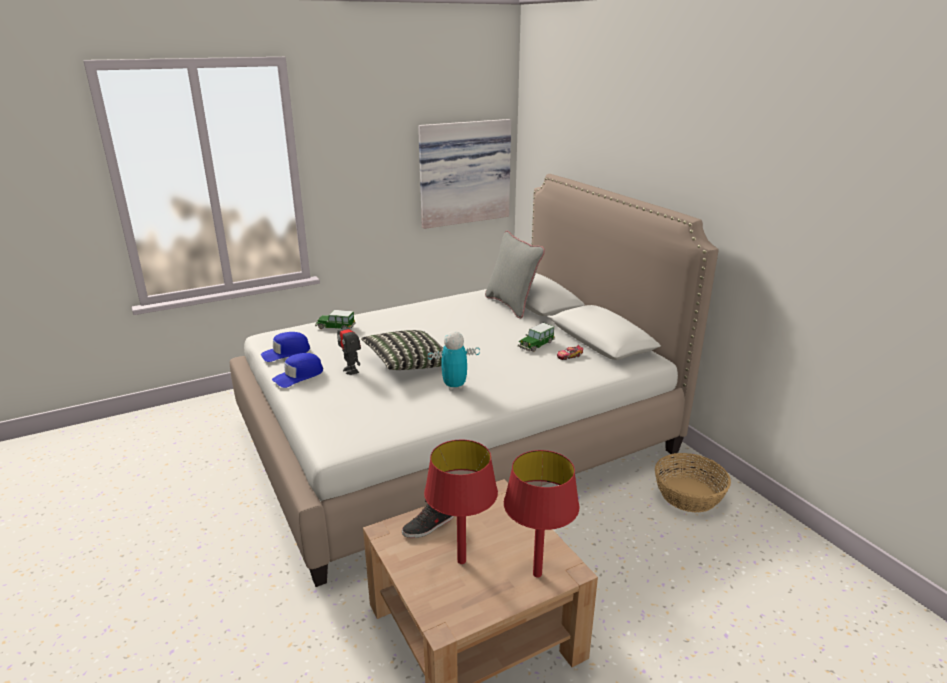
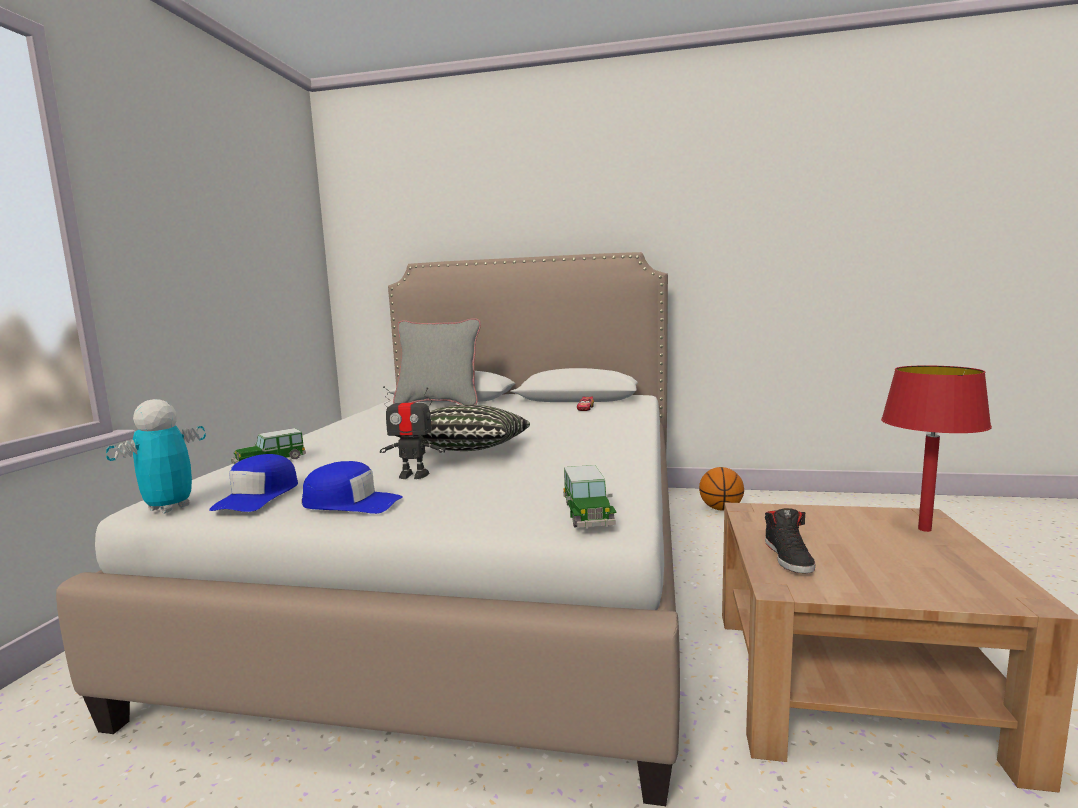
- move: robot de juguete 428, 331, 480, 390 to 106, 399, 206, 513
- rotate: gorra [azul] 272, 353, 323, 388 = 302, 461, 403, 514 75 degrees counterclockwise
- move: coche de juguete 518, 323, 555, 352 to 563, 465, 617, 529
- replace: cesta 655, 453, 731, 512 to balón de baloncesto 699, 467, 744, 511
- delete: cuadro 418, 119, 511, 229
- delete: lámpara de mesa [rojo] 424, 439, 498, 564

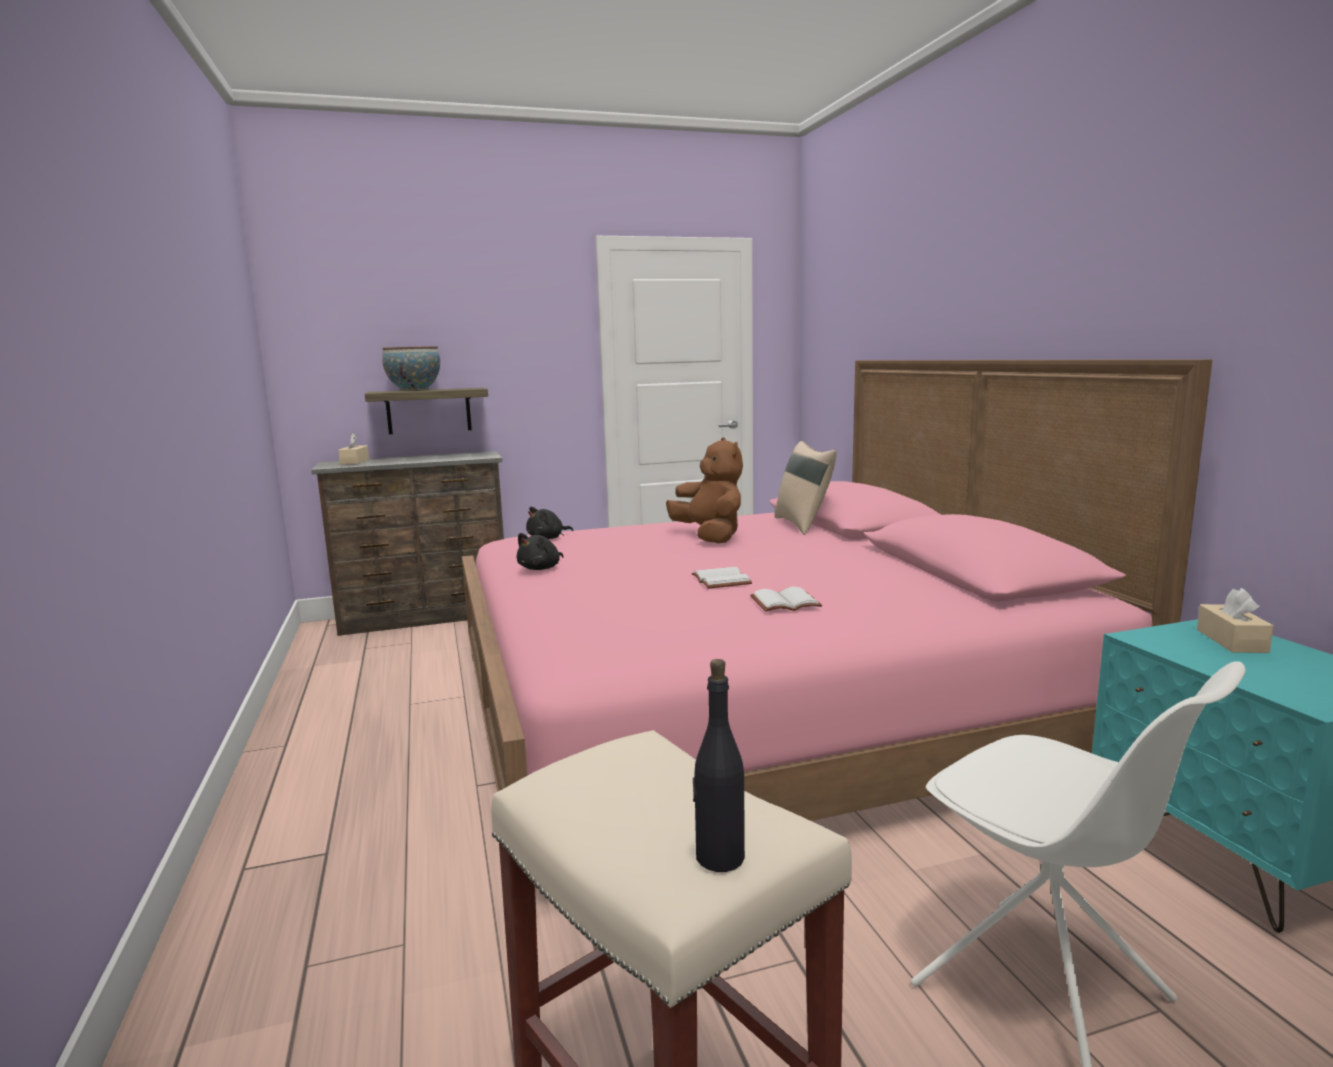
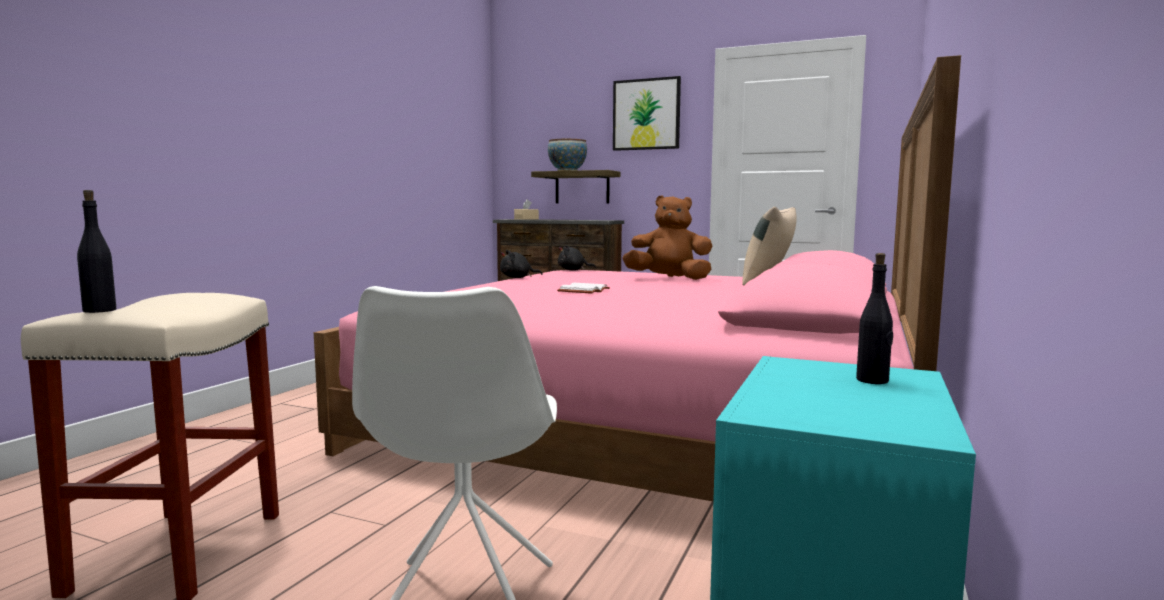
- insert: cuadro 613, 76, 681, 151
- rotate: peluche [marrón] 666, 437, 743, 543 = 622, 195, 712, 280 90 degrees counterclockwise
- replace: caja de pañuelos [beis] 1197, 588, 1274, 653 to botella [negro] 856, 253, 893, 384
- delete: libro [blanco] 750, 587, 822, 612

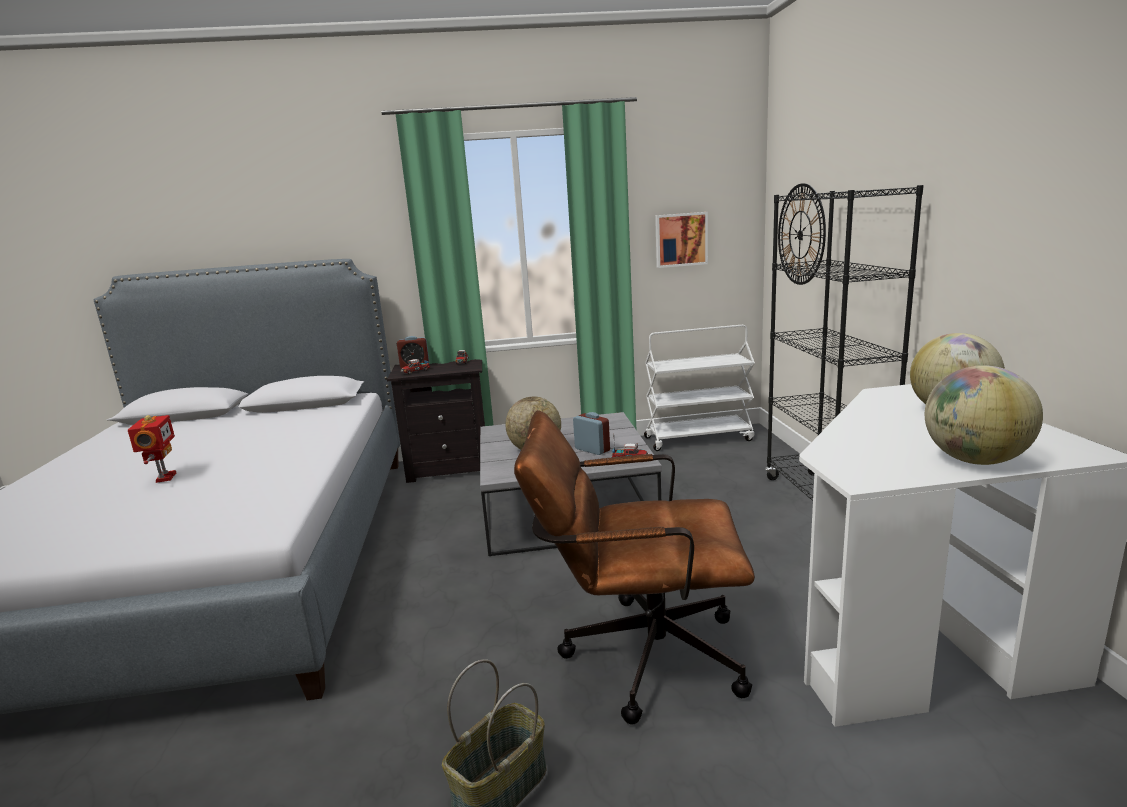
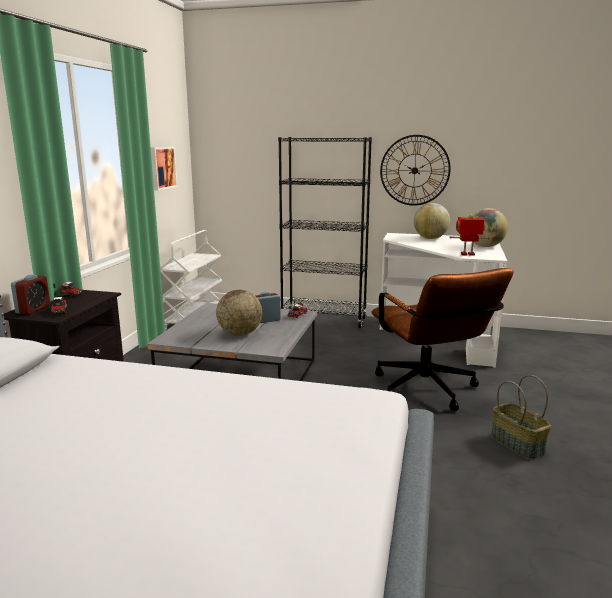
- rotate: silla de oficina [marrón] 514, 410, 755, 724 = 372, 268, 514, 411 45 degrees counterclockwise
- move: reloj de pared 778, 183, 826, 285 to 380, 135, 451, 206
- move: robot de juguete 128, 415, 176, 483 to 449, 214, 490, 256

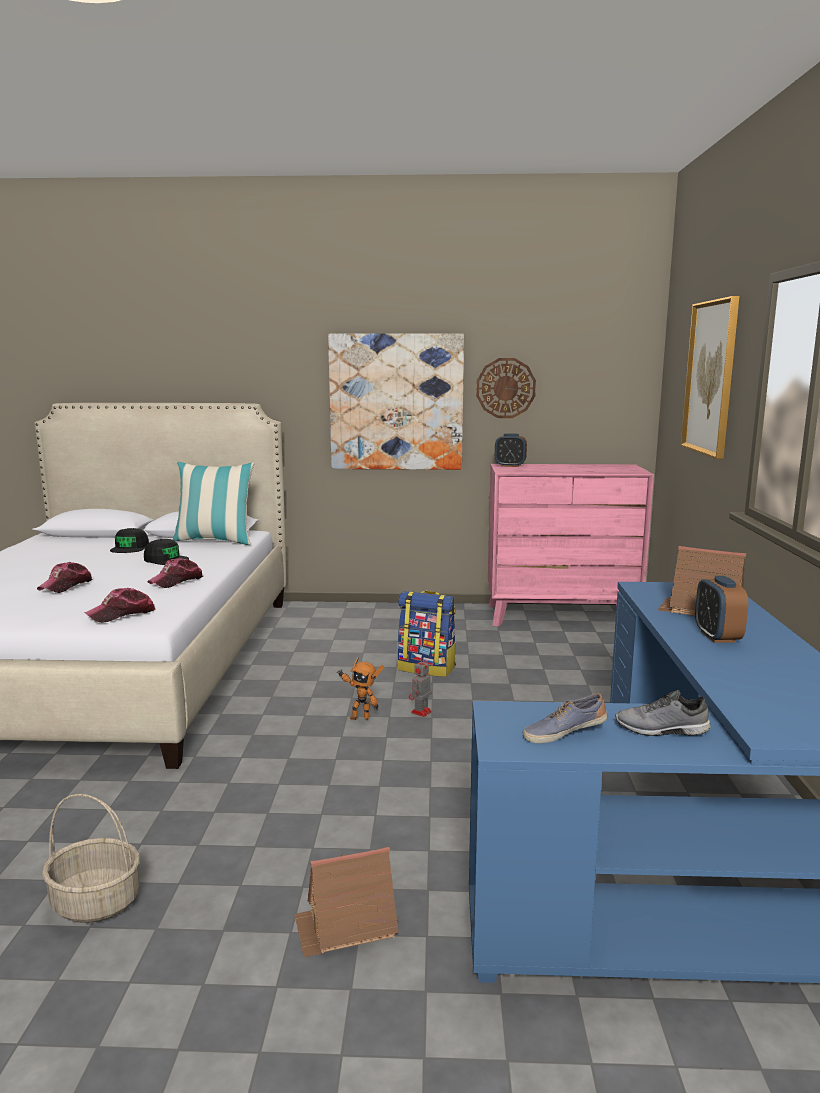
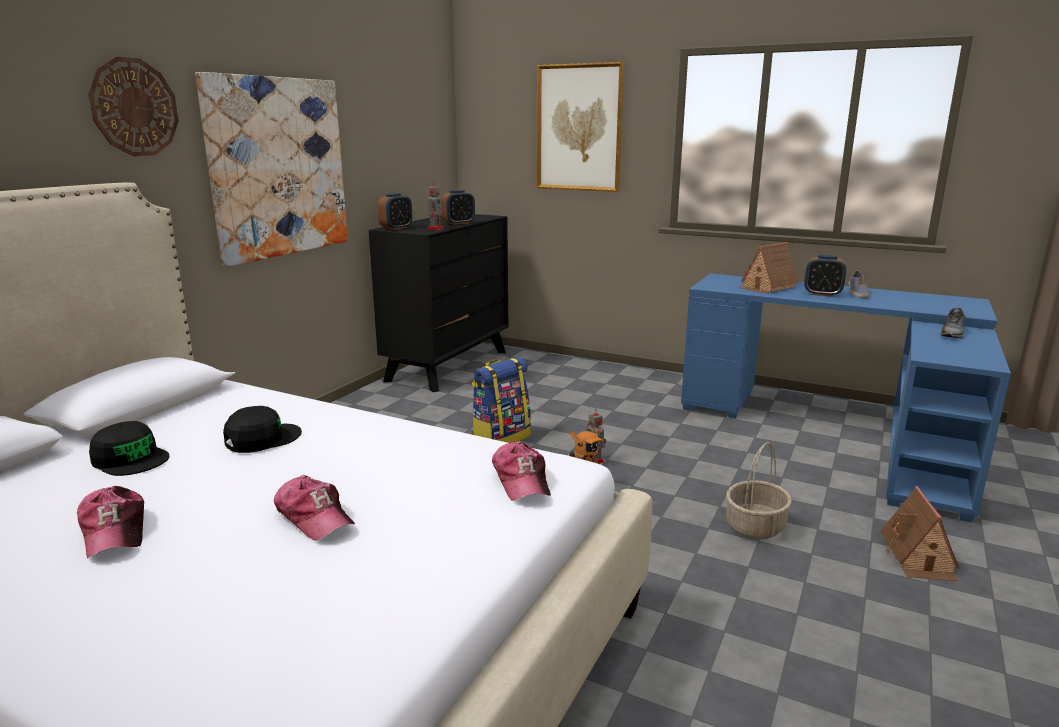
- move: gorra 147, 558, 204, 588 to 77, 486, 144, 558
- move: reloj de pared 476, 358, 536, 418 to 88, 57, 179, 156
- recolor: cómoda [rosa] 488, 464, 654, 626 to cómoda [negro] 369, 214, 508, 392
- insert: robot de juguete 427, 184, 444, 230
- insert: despertador 441, 190, 475, 225
- move: cesta 42, 794, 140, 923 to 726, 442, 792, 540
- move: zapato 523, 693, 607, 743 to 849, 271, 869, 298
- delete: cojín 173, 462, 254, 545

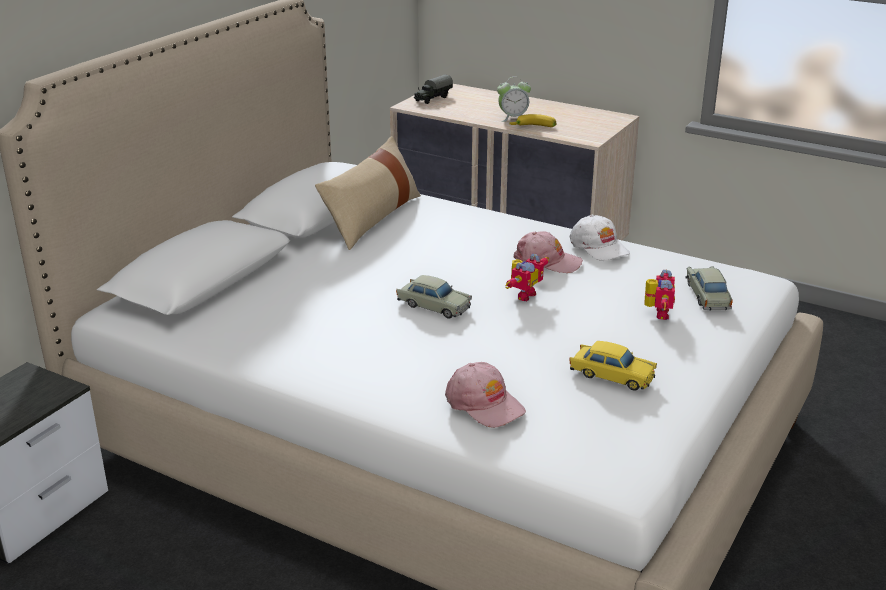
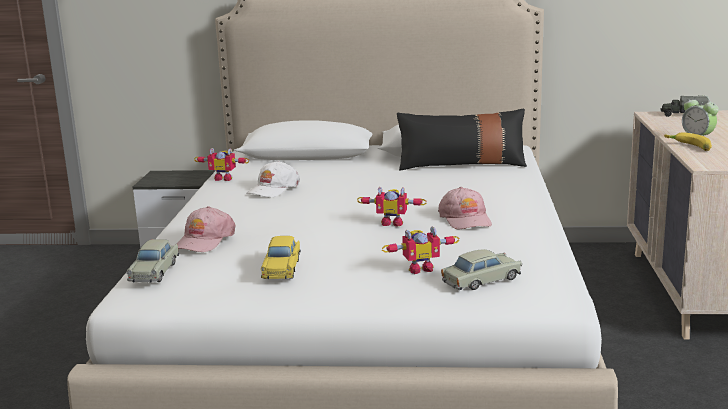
- move: coche de juguete [beis] 396, 275, 472, 319 to 126, 239, 179, 283
- insert: robot de juguete 194, 148, 250, 181
- move: gorra [blanco] 570, 215, 630, 261 to 246, 161, 300, 198
- recolor: cojín [beis] 315, 136, 421, 250 to cojín [negro] 397, 109, 527, 171

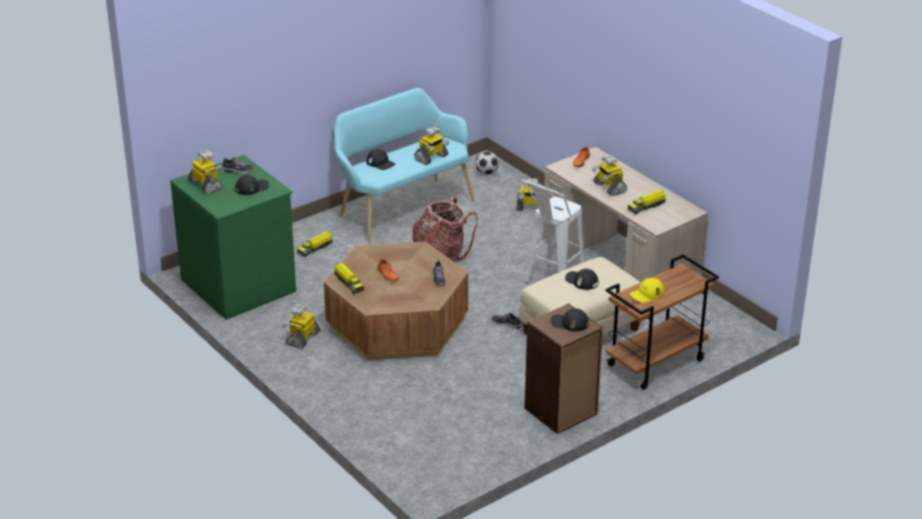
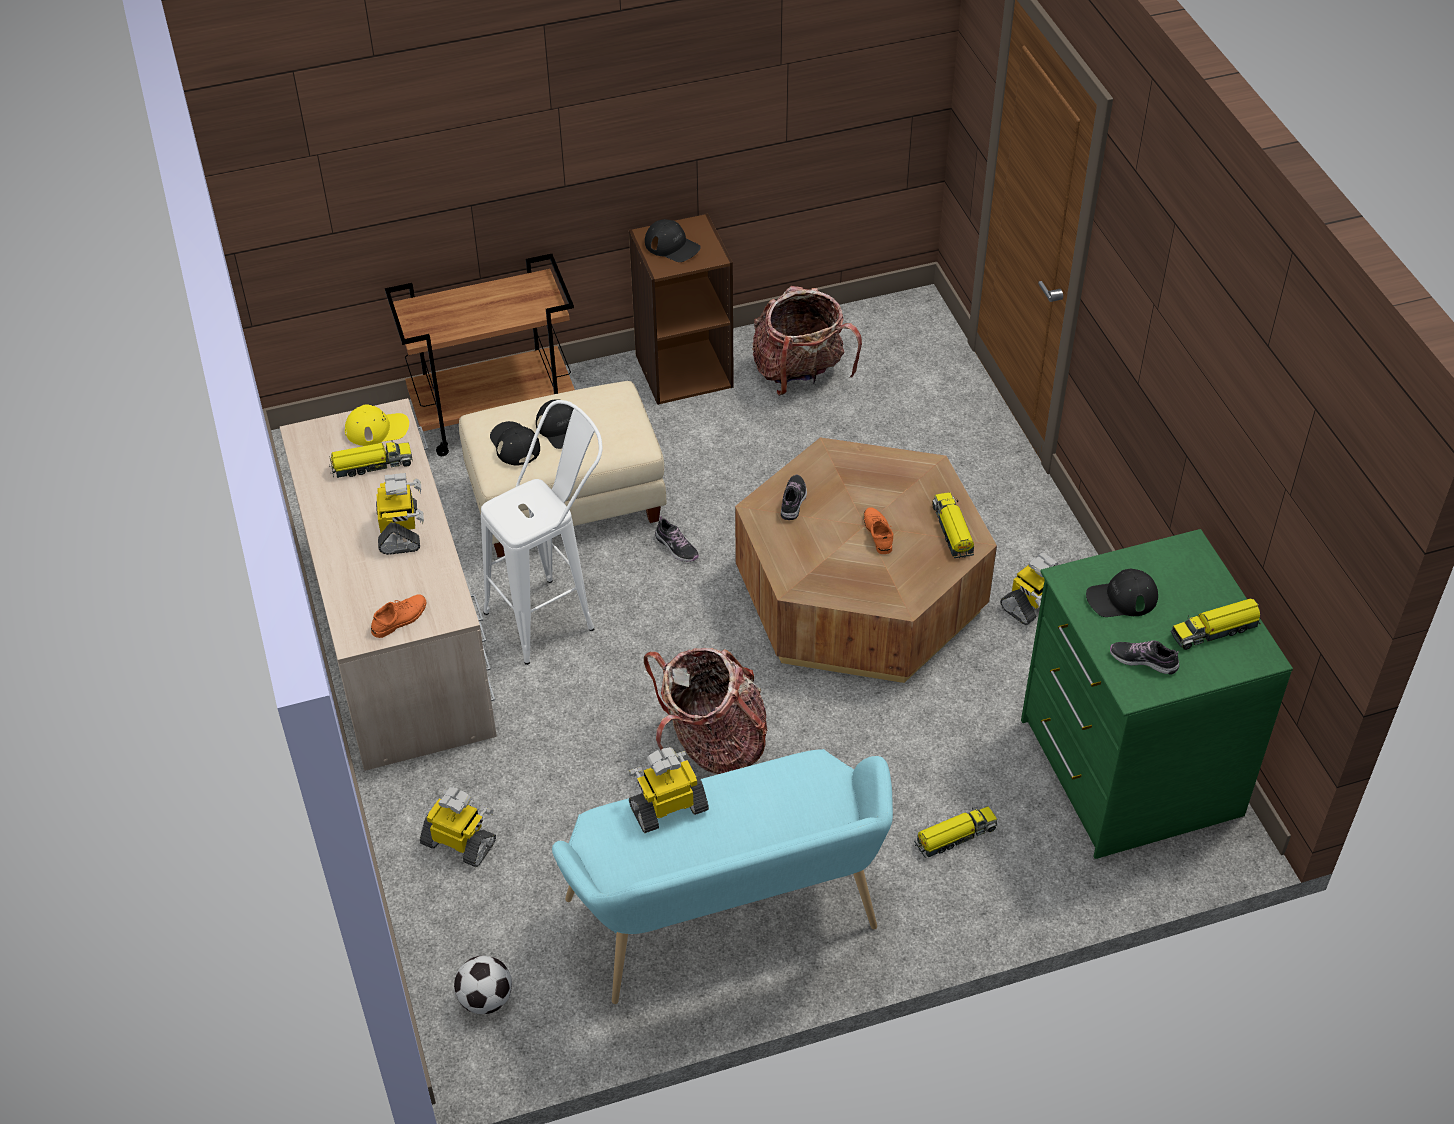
- move: gorra [amarillo] 630, 278, 665, 303 to 345, 404, 409, 446
- move: gorra [negro] 366, 149, 395, 170 to 490, 421, 540, 466
- insert: mochila 752, 286, 862, 396
- replace: robot de juguete 188, 150, 224, 194 to camión de juguete 1171, 599, 1261, 650

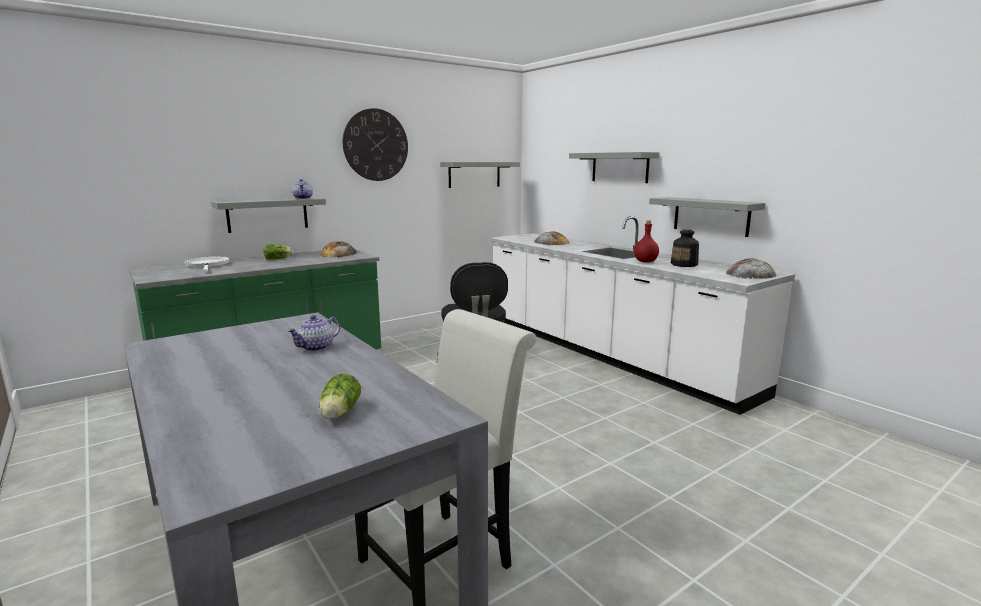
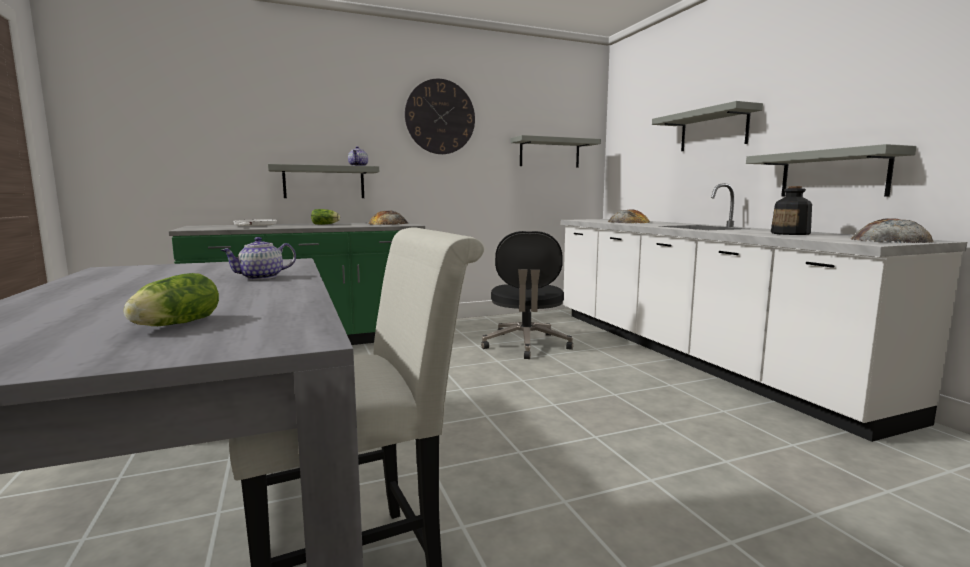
- delete: botella [rojo] 634, 220, 659, 263

